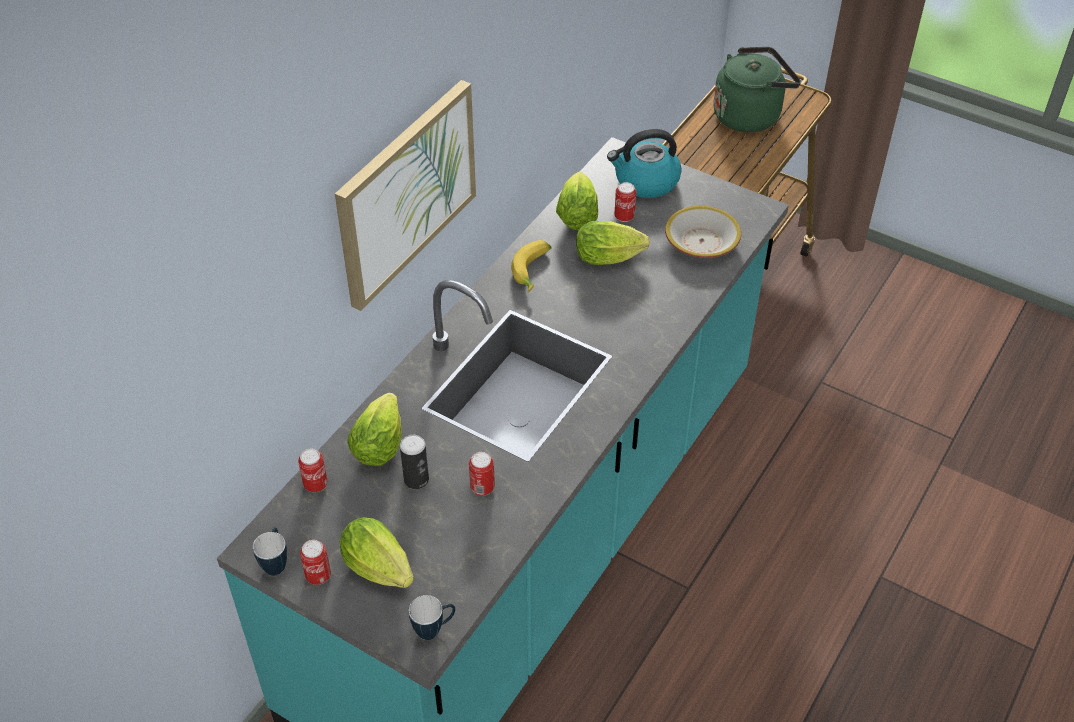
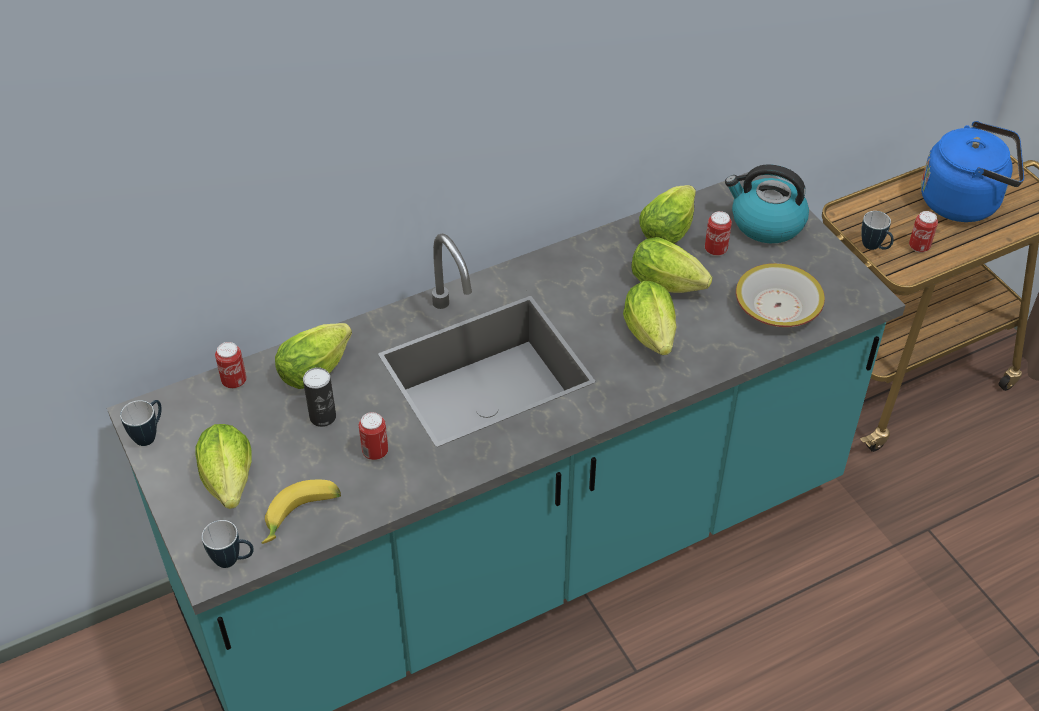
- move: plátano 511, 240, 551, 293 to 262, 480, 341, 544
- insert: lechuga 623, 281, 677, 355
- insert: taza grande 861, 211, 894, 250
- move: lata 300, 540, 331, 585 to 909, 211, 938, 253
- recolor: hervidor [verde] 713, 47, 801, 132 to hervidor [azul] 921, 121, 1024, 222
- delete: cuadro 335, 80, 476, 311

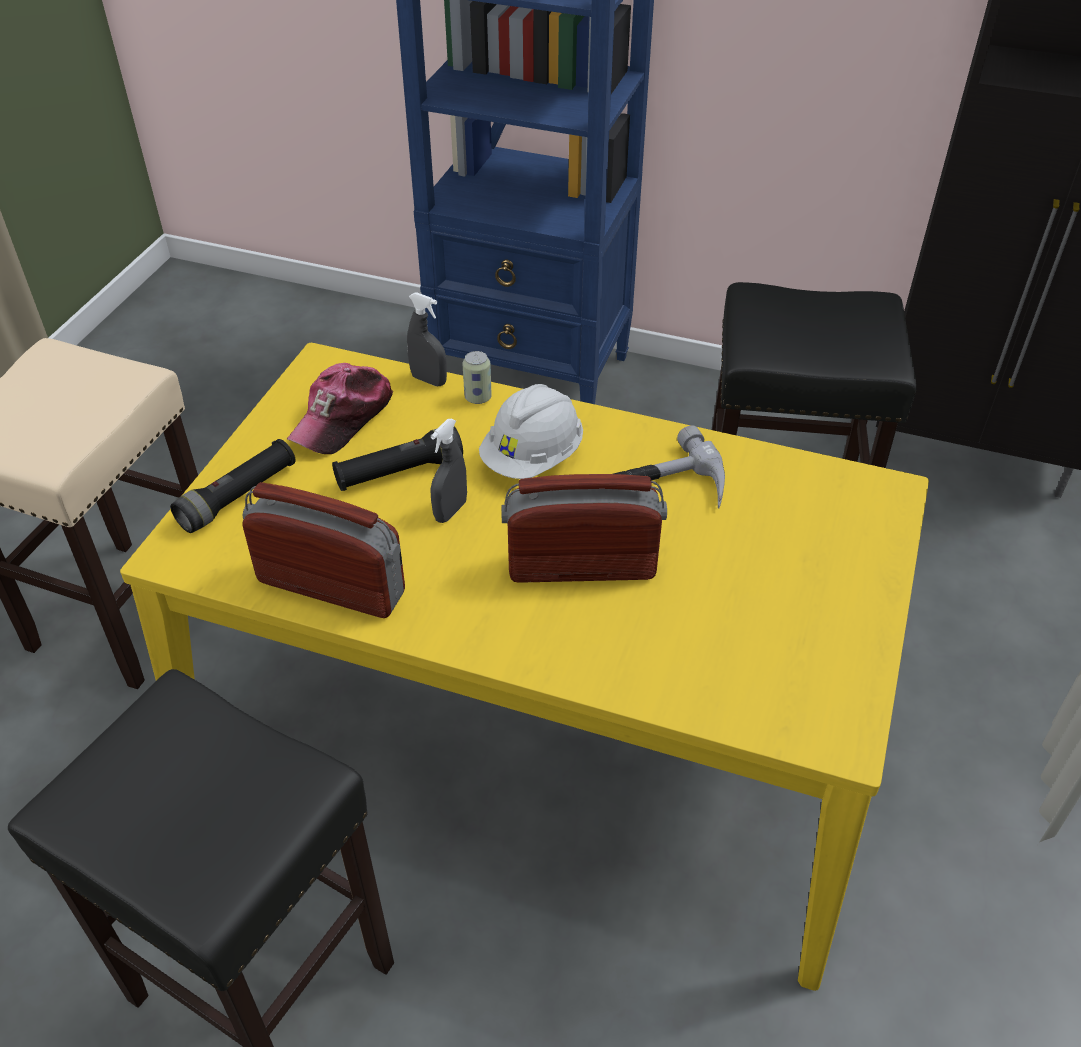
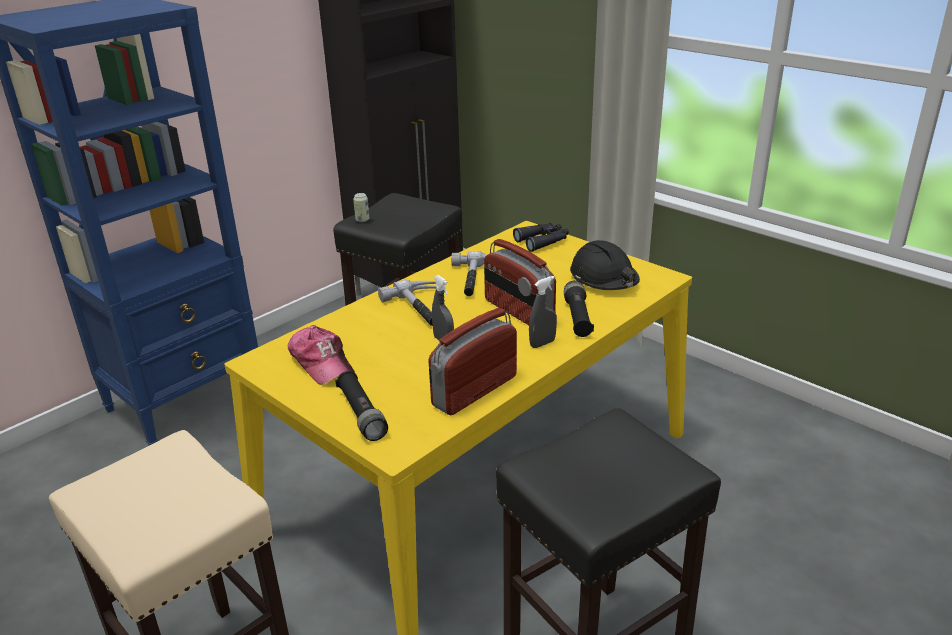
- move: lata 462, 351, 492, 404 to 353, 193, 369, 222
- replace: casco [blanco] 479, 384, 583, 479 to martillo 378, 280, 437, 326
- rotate: radio 501, 474, 667, 583 = 484, 239, 556, 325 60 degrees counterclockwise
- insert: prismáticos [negro] 513, 223, 569, 252
- move: pulverizador [gris] 407, 292, 447, 386 to 529, 276, 557, 348
- move: linterna [negro] 332, 426, 463, 491 to 564, 281, 594, 337
- insert: casco [negro] 570, 240, 640, 290

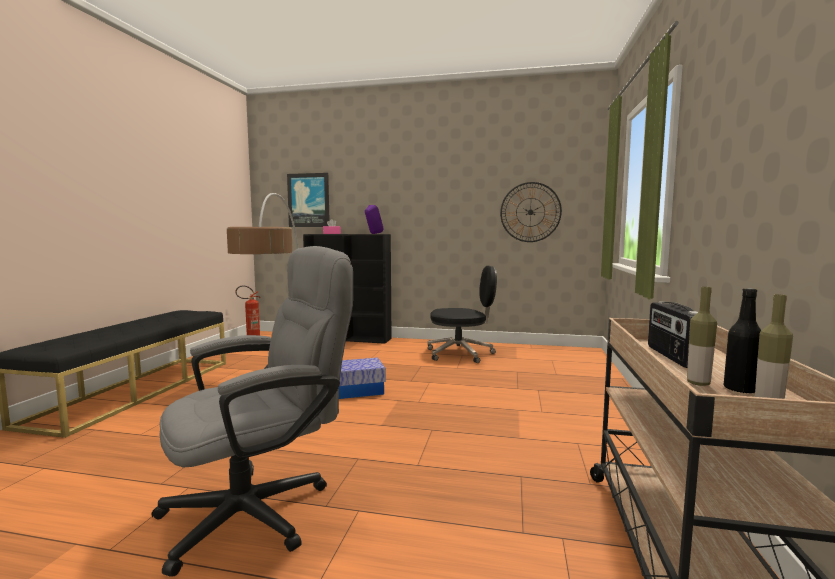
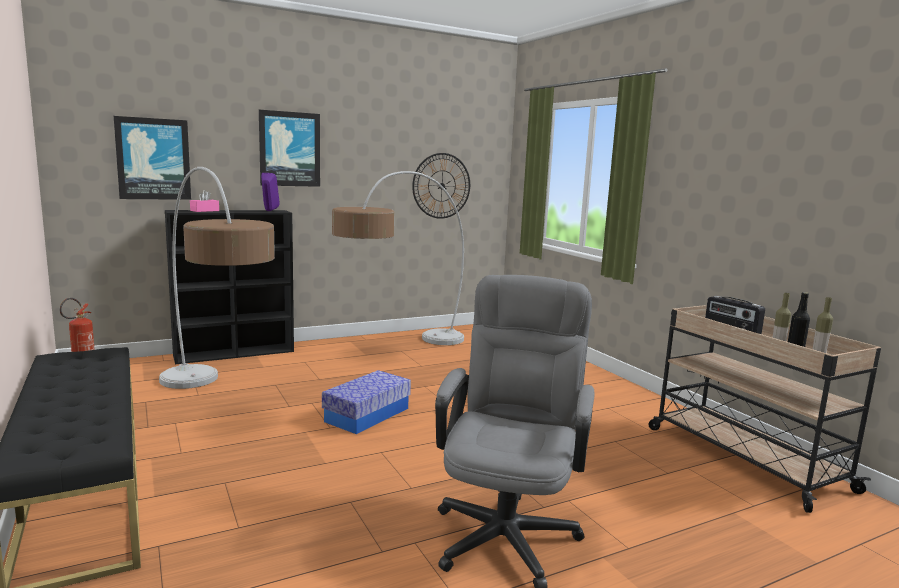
- insert: cuadro 259, 110, 320, 187
- replace: silla de oficina [negro] 428, 266, 497, 363 to lámpara de pie 332, 171, 464, 345

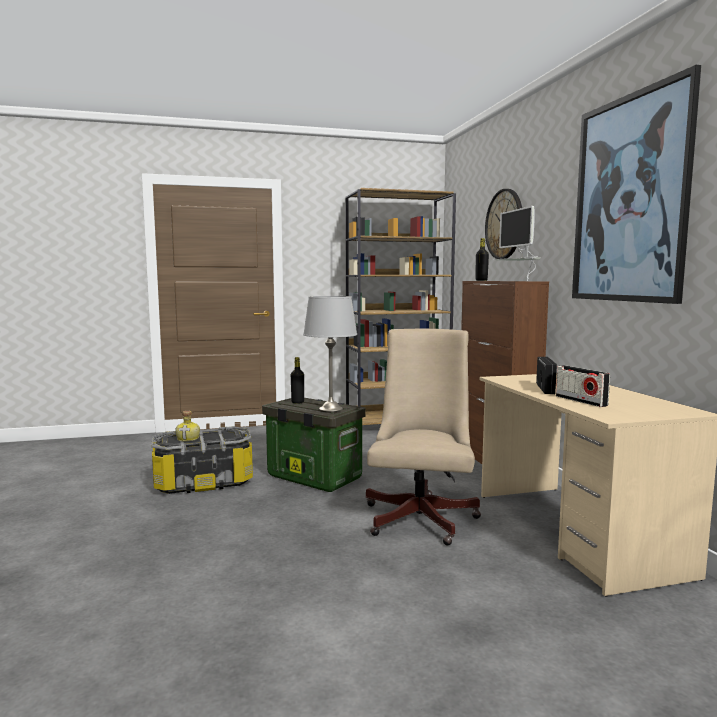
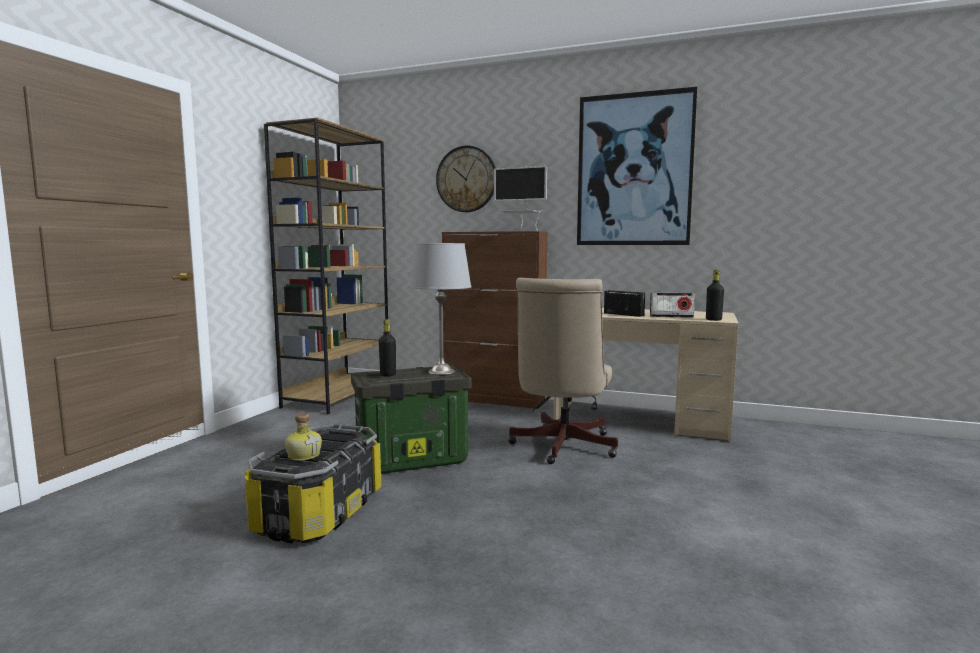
- rotate: silla de oficina [beis] 366, 329, 481, 545 = 508, 278, 618, 464 120 degrees counterclockwise
- move: botella [negro] 475, 238, 489, 281 to 706, 270, 724, 321

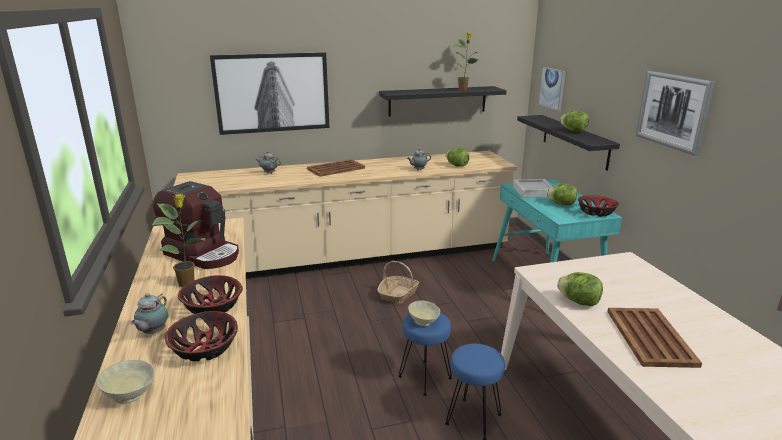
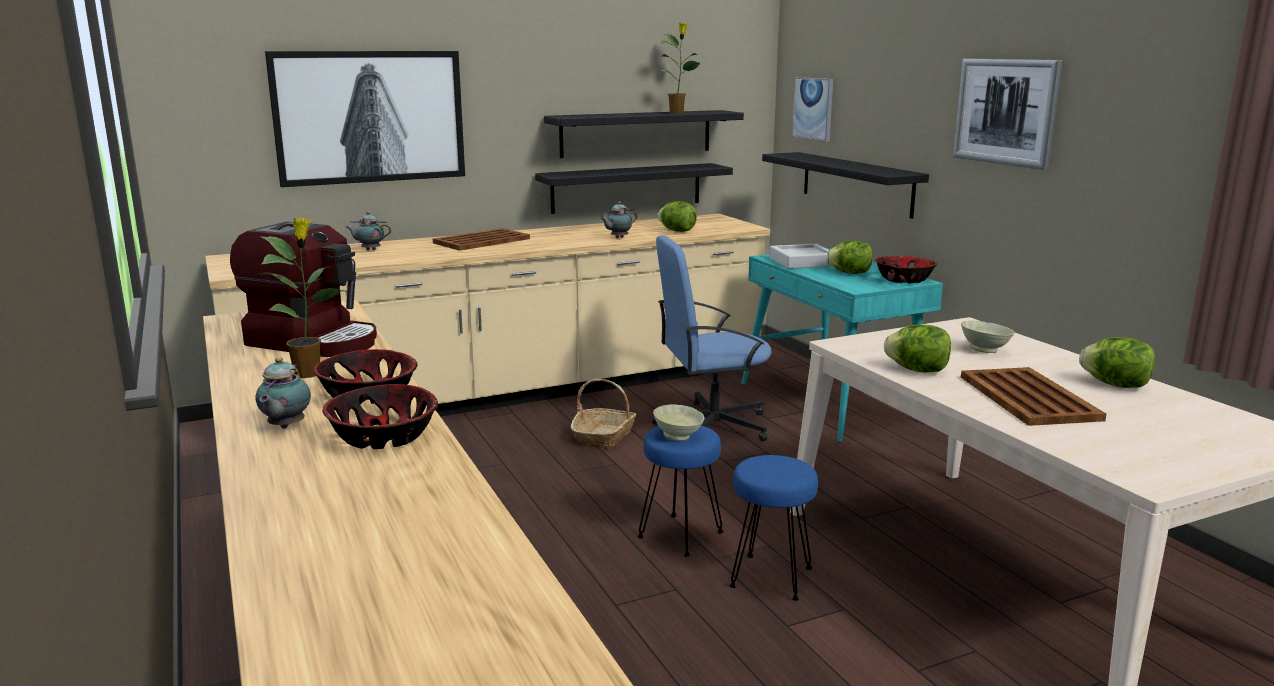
- insert: estante [negro] 535, 163, 733, 214
- insert: silla de oficina [azul] 652, 235, 772, 441
- move: cuenco [beis] 96, 360, 155, 404 to 961, 321, 1015, 353
- move: lechuga 560, 111, 589, 132 to 1079, 337, 1155, 388

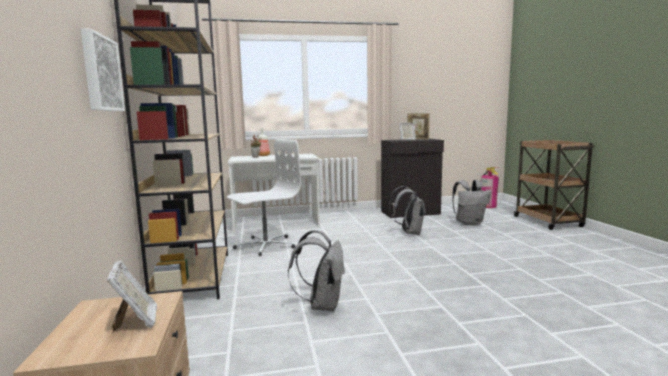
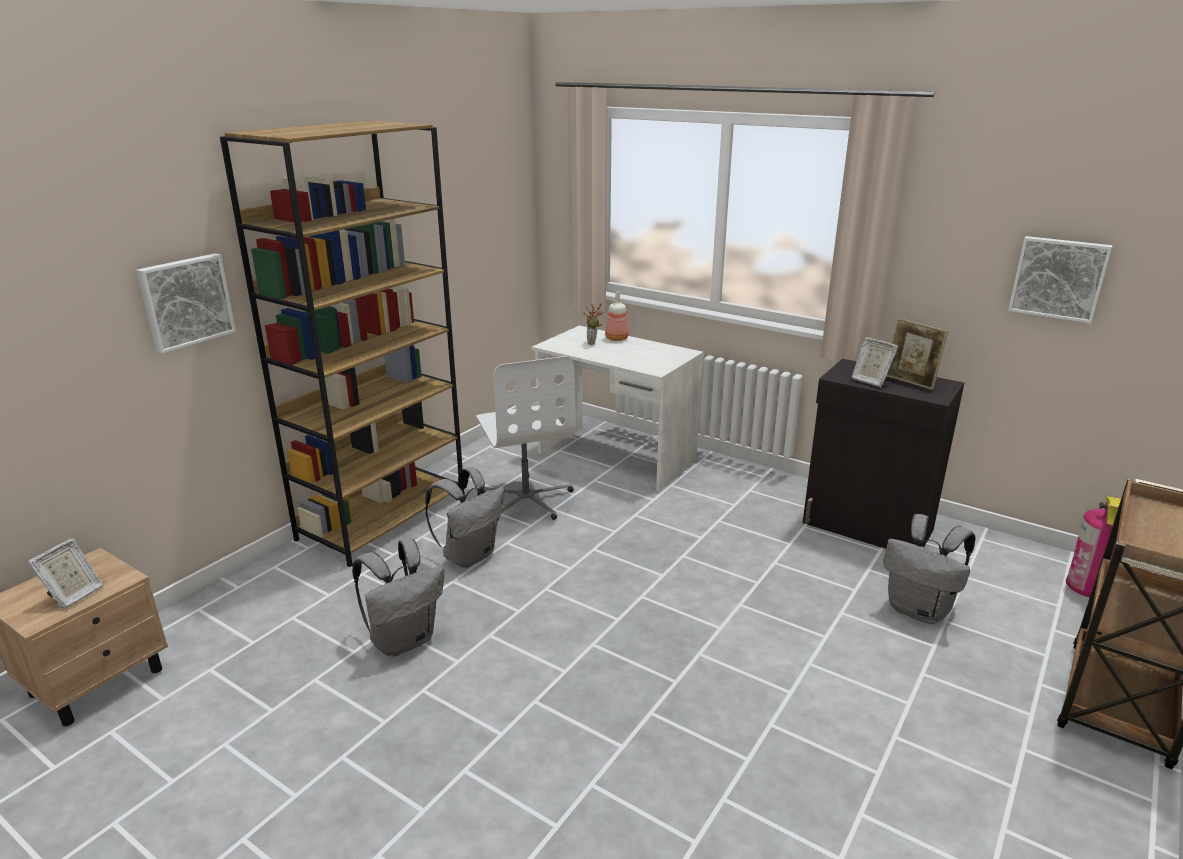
- move: mochila [gris] 389, 186, 426, 235 to 425, 467, 504, 568
- rotate: silla de oficina [blanco] 227, 139, 301, 256 = 476, 356, 576, 521 60 degrees clockwise
- insert: cuadro 1008, 236, 1112, 323

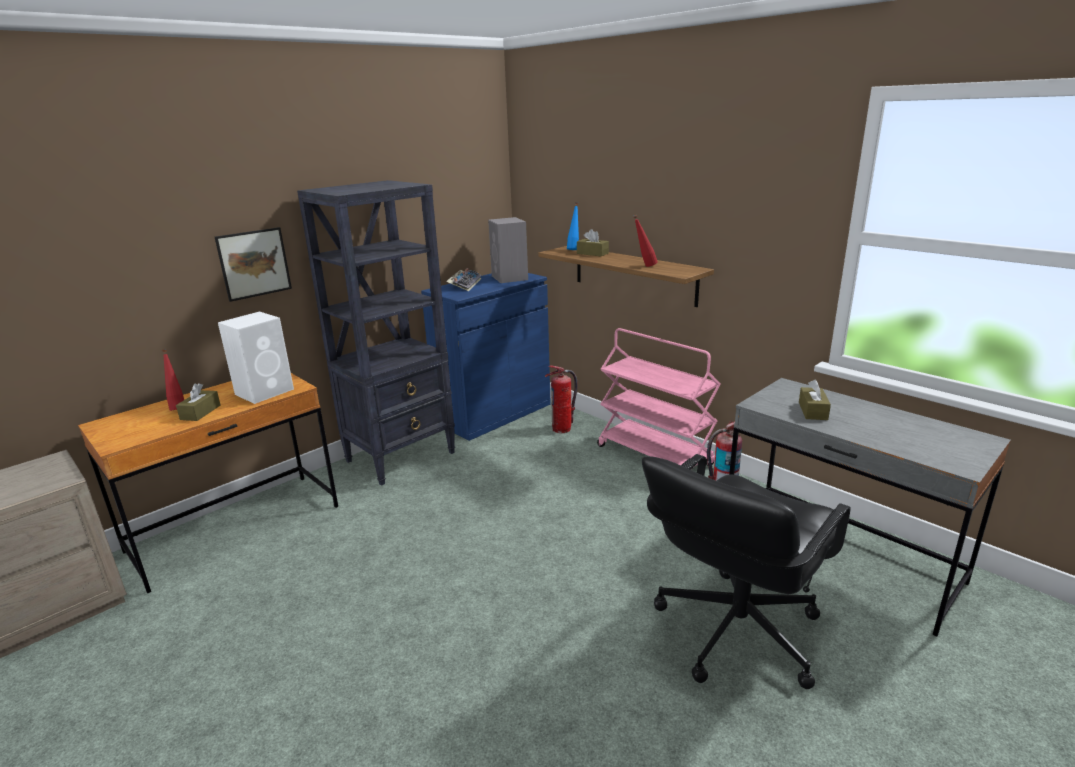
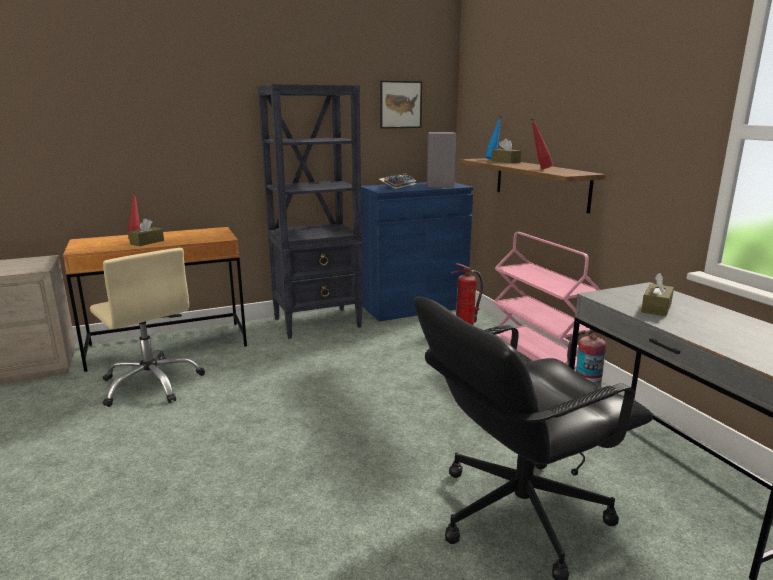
- insert: silla de oficina [beis] 90, 248, 205, 407
- move: cuadro 215, 227, 292, 302 to 380, 81, 422, 129
- delete: altavoz [blanco] 218, 312, 294, 404

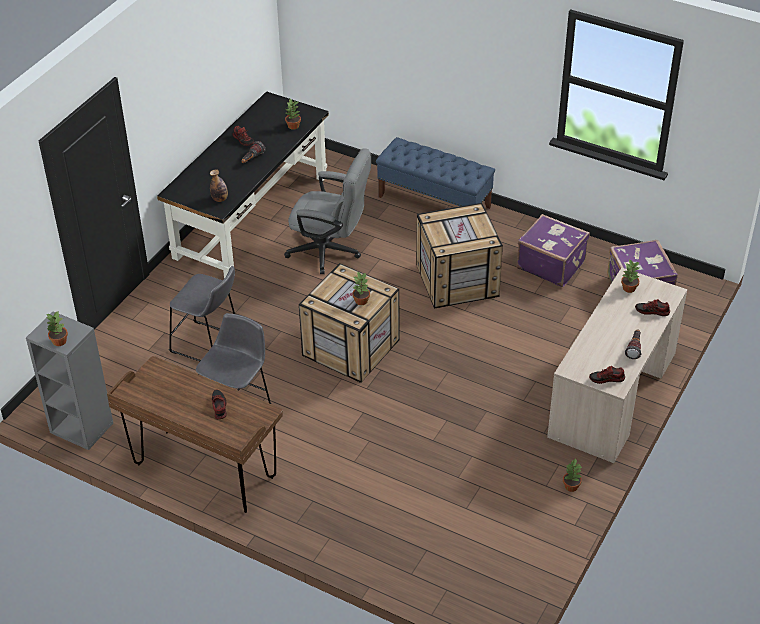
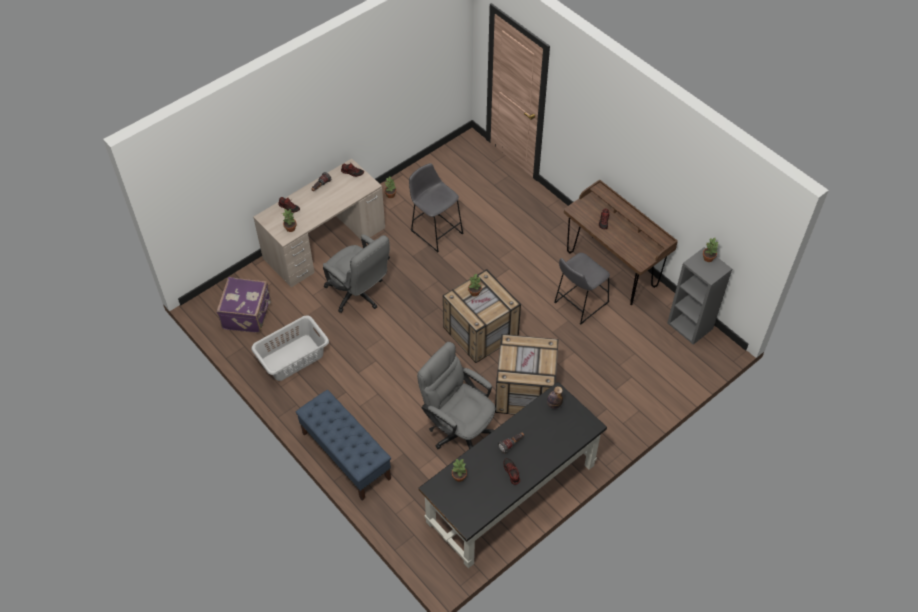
- replace: maleta [morado] 516, 214, 590, 287 to cesto de la ropa [gris] 251, 315, 329, 381
- insert: silla de oficina [gris] 323, 234, 390, 313
- move: taburete [gris] 169, 266, 235, 361 to 409, 163, 464, 252
- move: caja de embalaje 416, 203, 503, 309 to 495, 334, 559, 415

